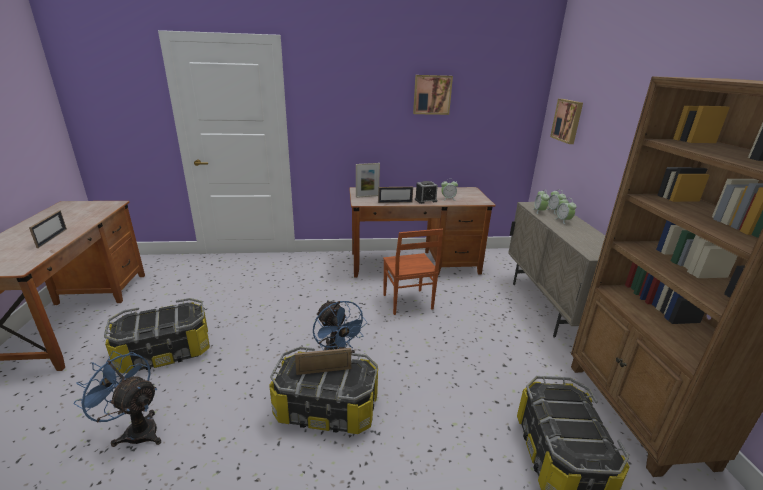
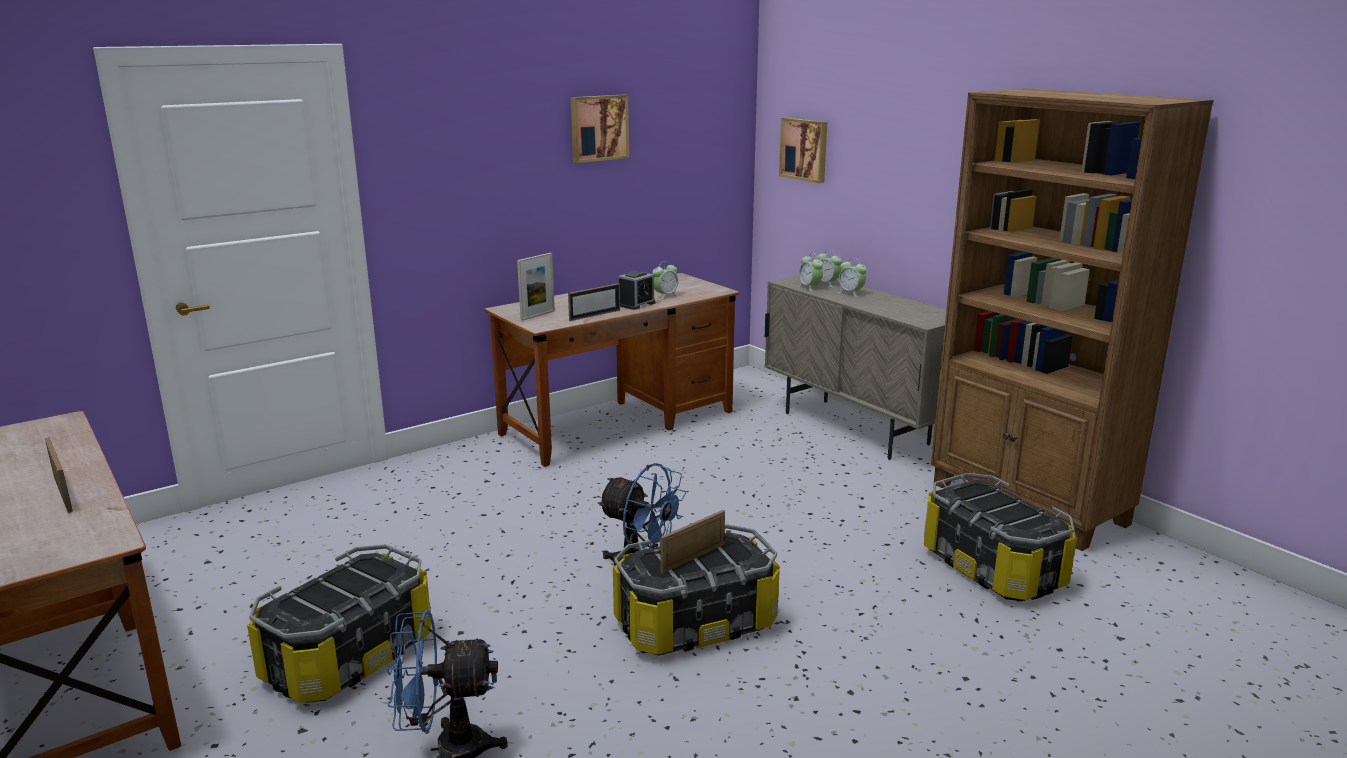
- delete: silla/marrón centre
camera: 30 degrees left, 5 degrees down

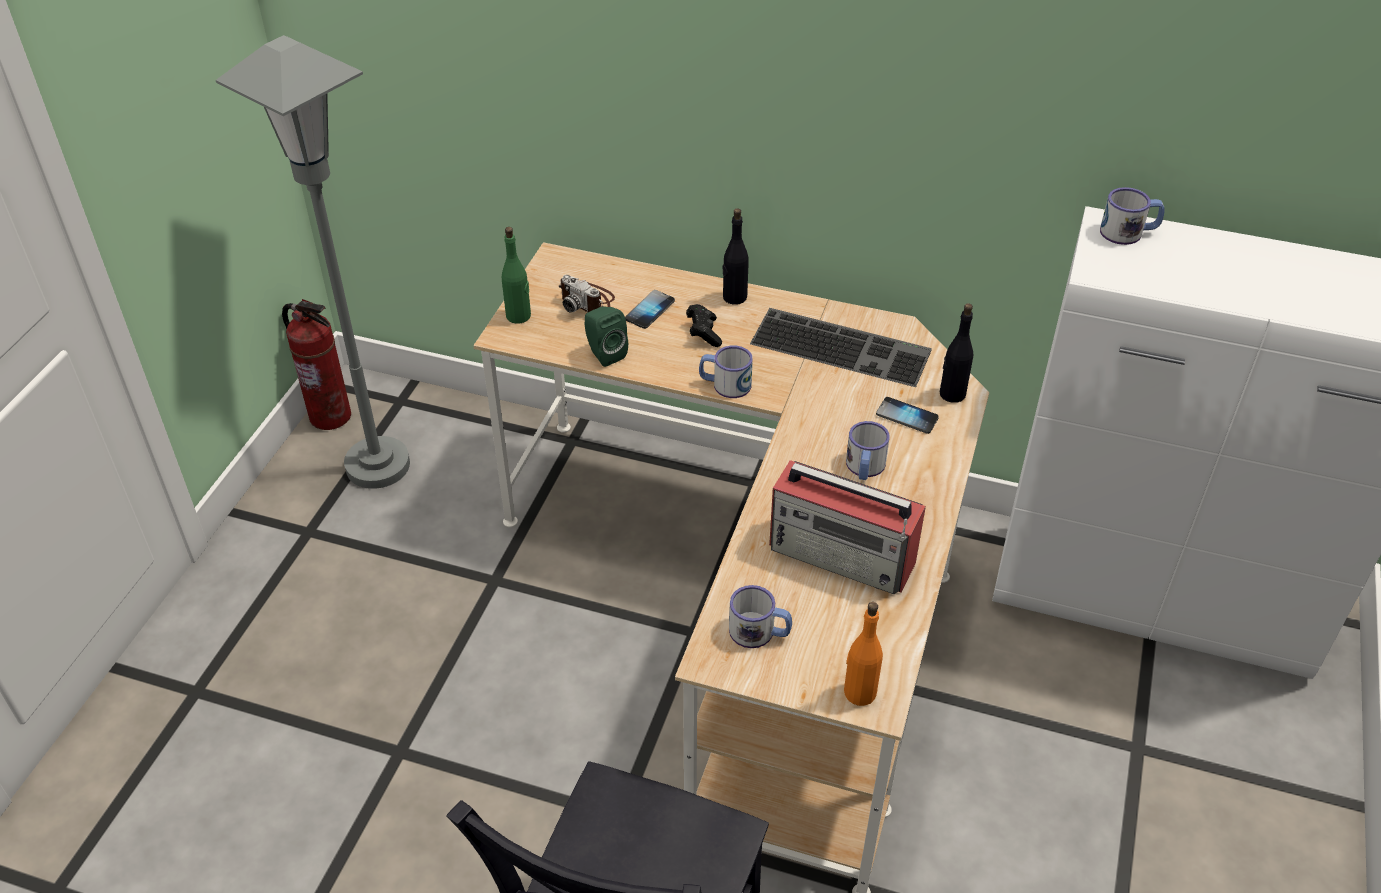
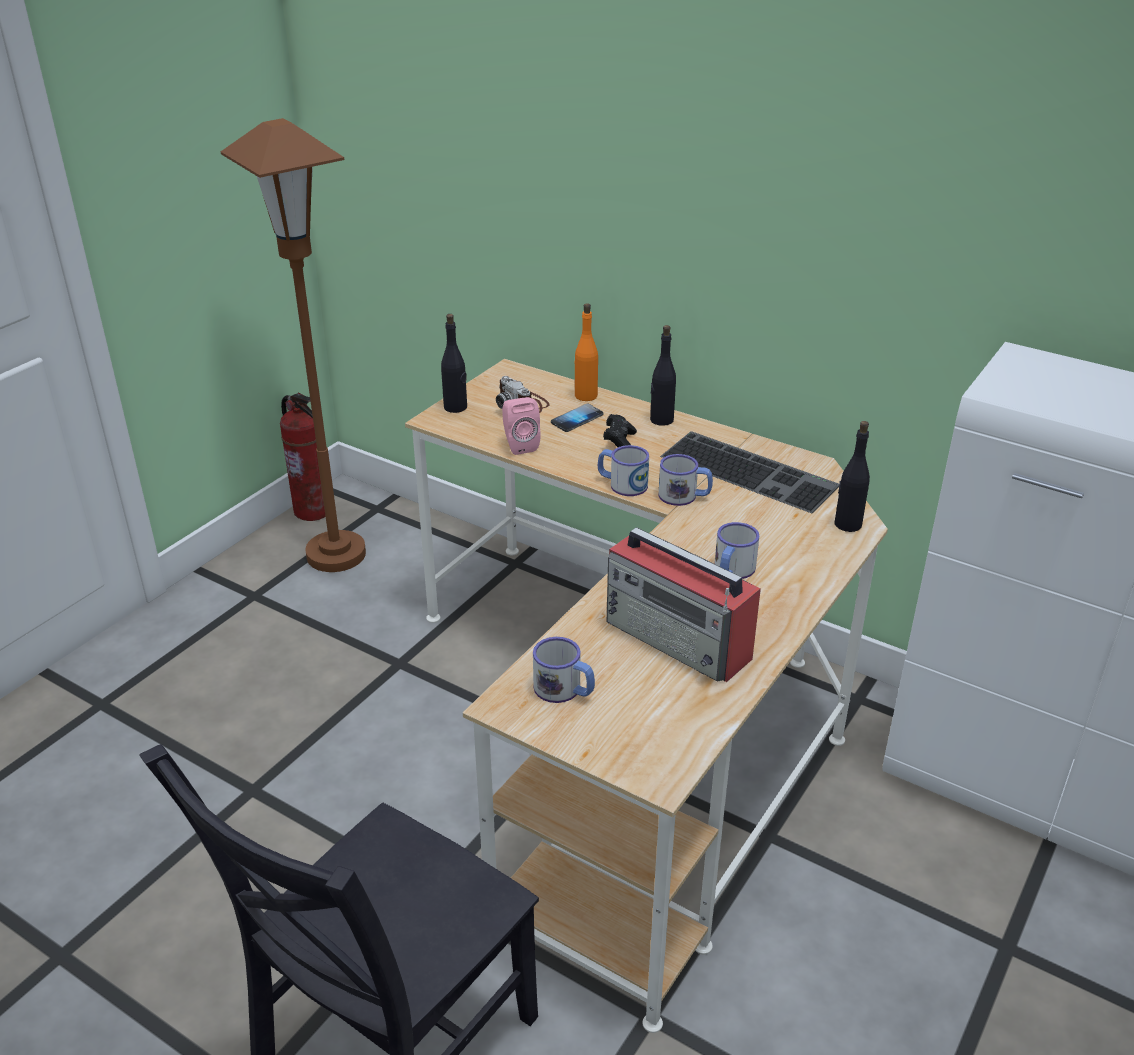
- delete: móvil (2nd from left) centre
- move: botella/naranja bottom centre to centre
- move: taza grande (4th from left in the first image) top right to taza grande (3rd from left) centre
- recolor: lámpara de pie/gris top left to lámpara de pie/marrón top left
- recolor: botella/verde top centre to botella/negro (1st from left) centre
- recolor: altavoz/verde centre to altavoz/rosa centre
camera: 15 degrees right, 10 degrees down

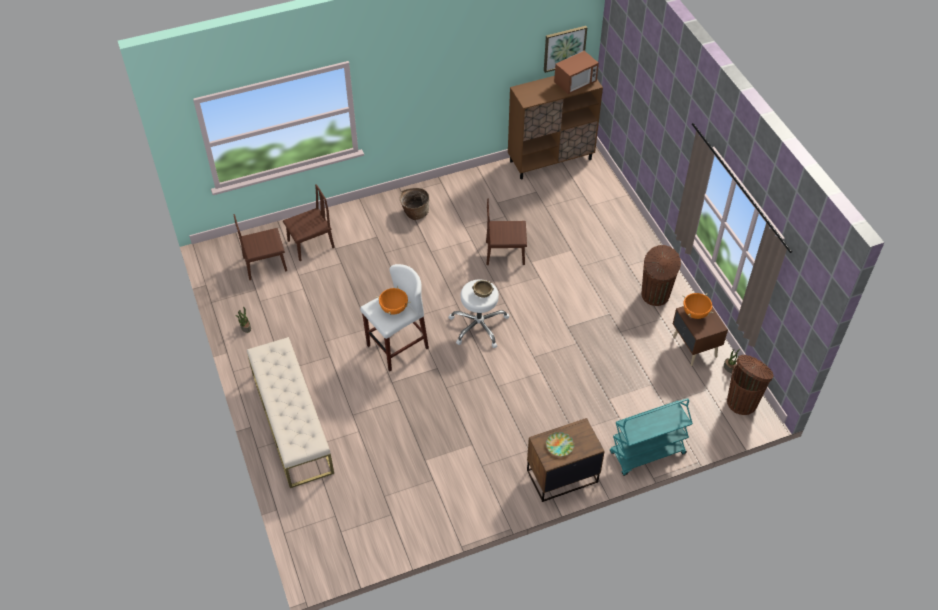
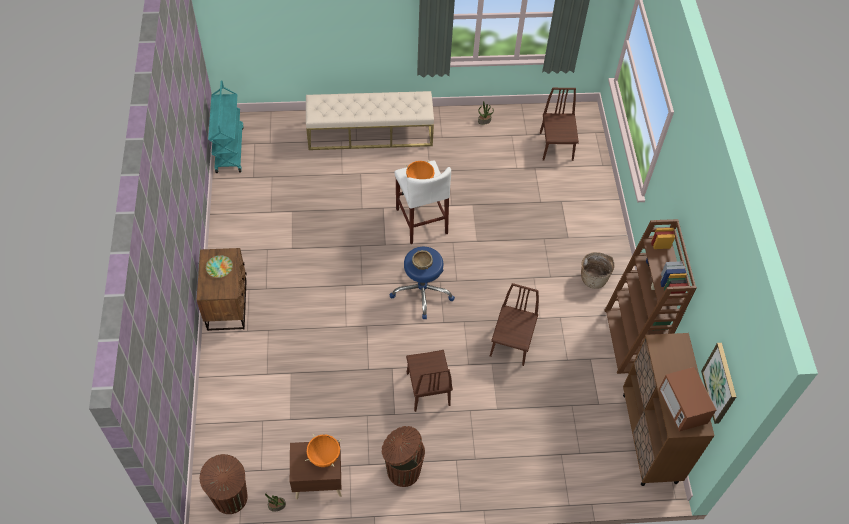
- insert: estantería/marrón middle right
- move: silla/marrón (2nd from left in the first image) middle left to silla/marrón (1st from left) bottom centre
- move: carrito/turquesa bottom right to top left
- recolor: taburete/blanco (2nd from left) centre to taburete/azul centre
camera: 105 degrees right, 5 degrees up

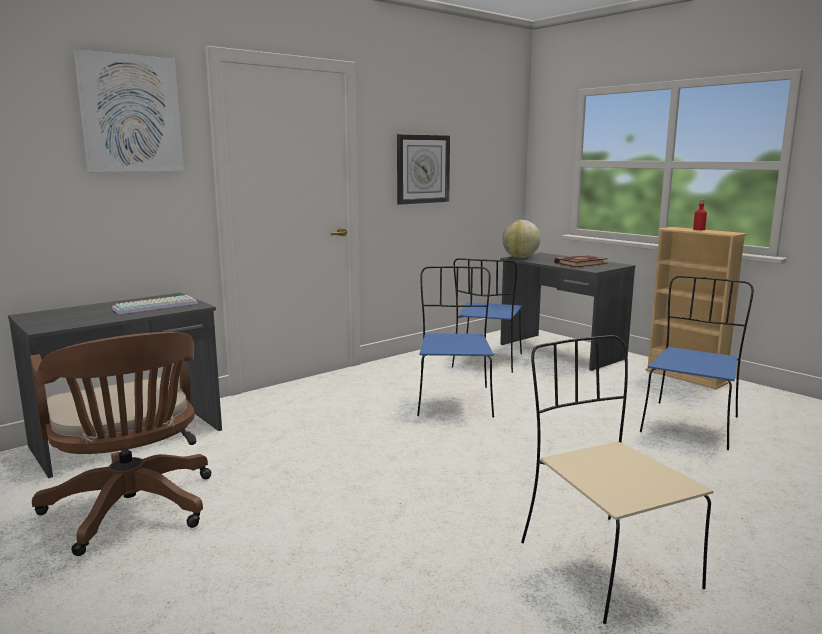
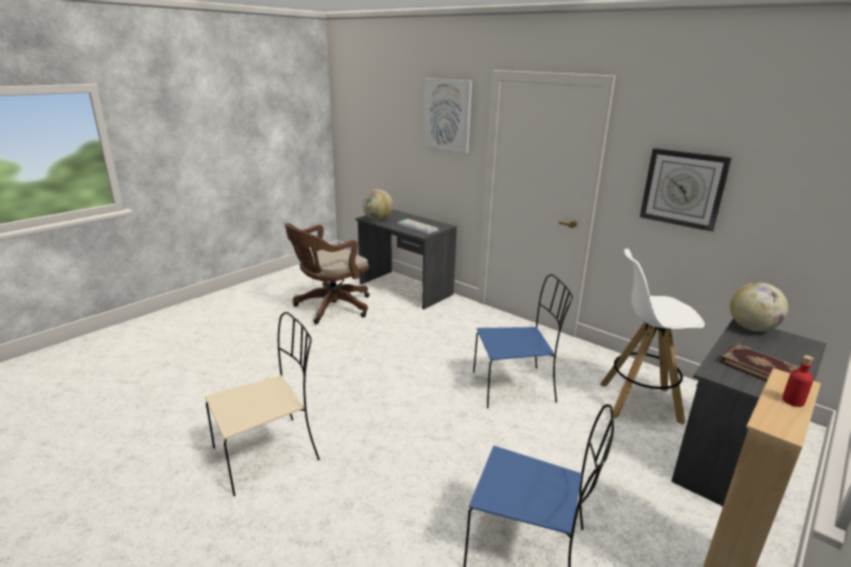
- insert: globo terráqueo (1st from left) centre
- replace: silla/azul (2nd from left) centre to taburete/blanco middle right
camera: 80 degrees right, 10 degrees up

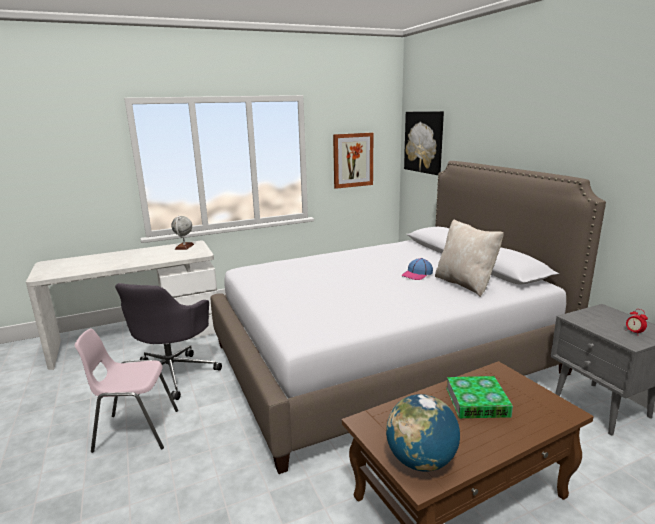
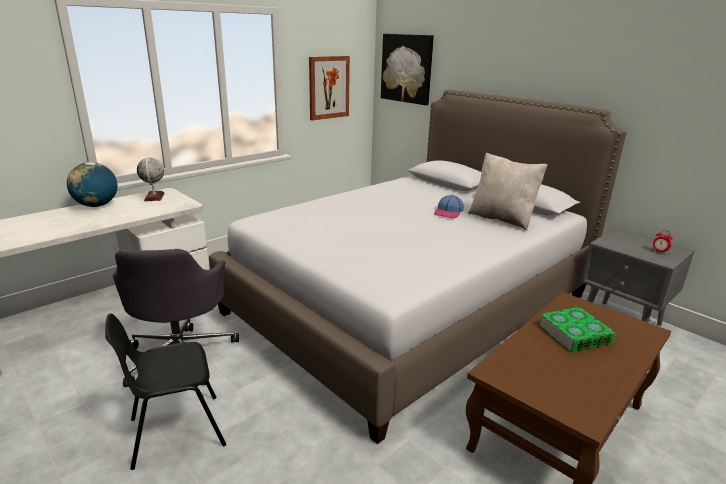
- move: globo terráqueo (2nd from left in the first image) bottom centre to globo terráqueo (1st from left) middle left
- recolor: silla/rosa bottom left to silla/negro bottom left
camera: 20 degrees left, 5 degrees up

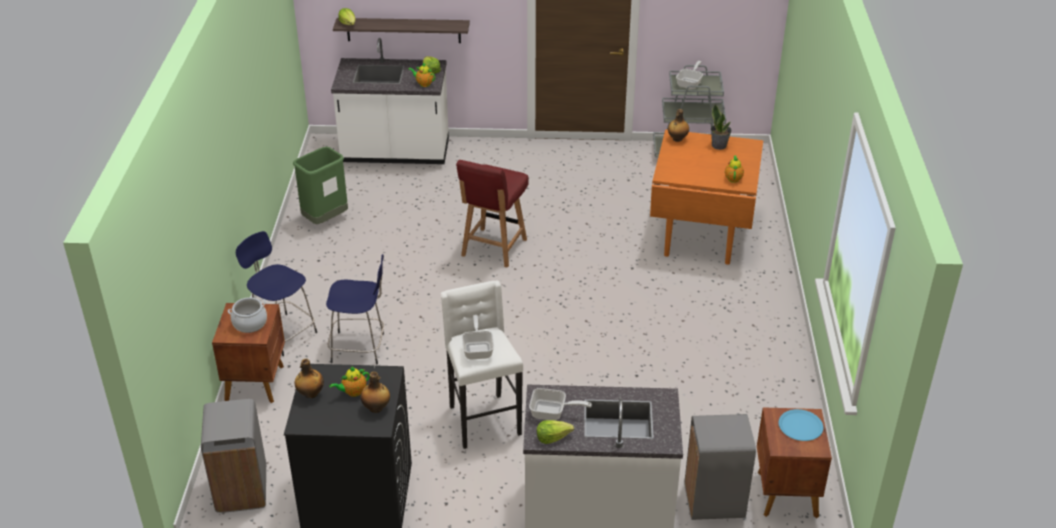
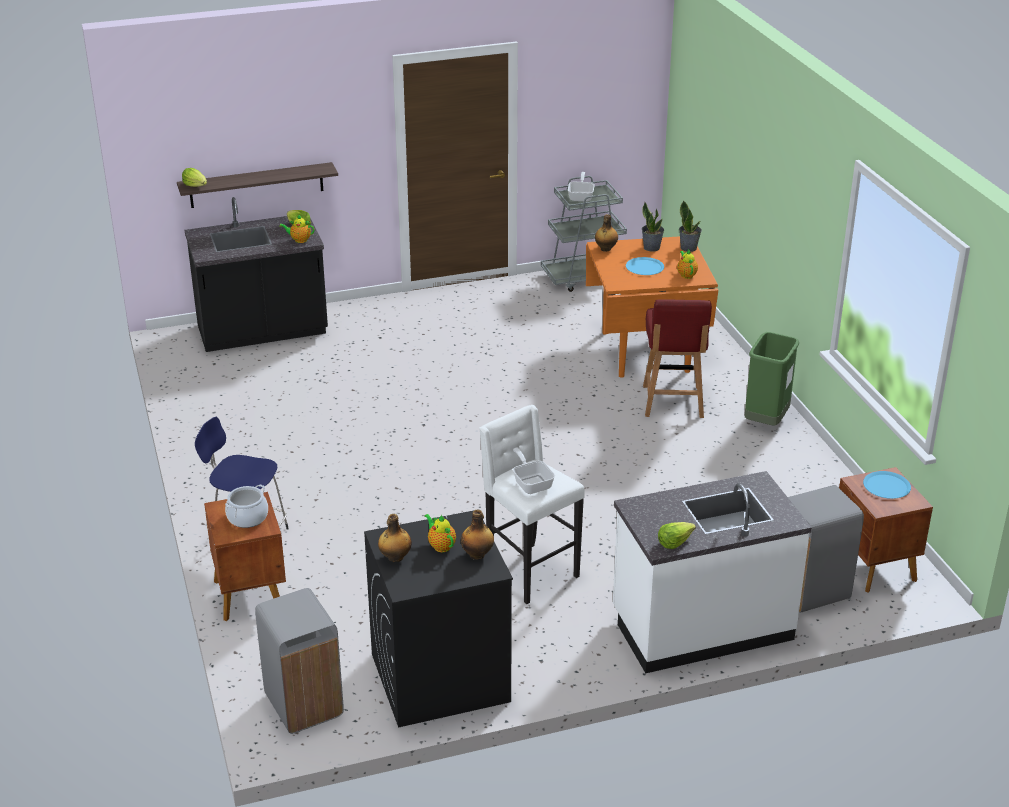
- delete: taburete/azul (2nd from left) centre
- delete: sartén (2nd from left) bottom centre
- insert: plato/azul (1st from left) top centre
- insert: planta en maceta (2nd from left) top right
- move: papelera/verde middle left to middle right
- move: silla/rojo centre to middle right
- recolor: mueble bajo de cocina/blanco (1st from left) top centre to mueble bajo de cocina/negro middle left
- rotate: tetera (1st from left in the first image) bottom left = centre 105 degrees clockwise
camera: 20 degrees left, 5 degrees down

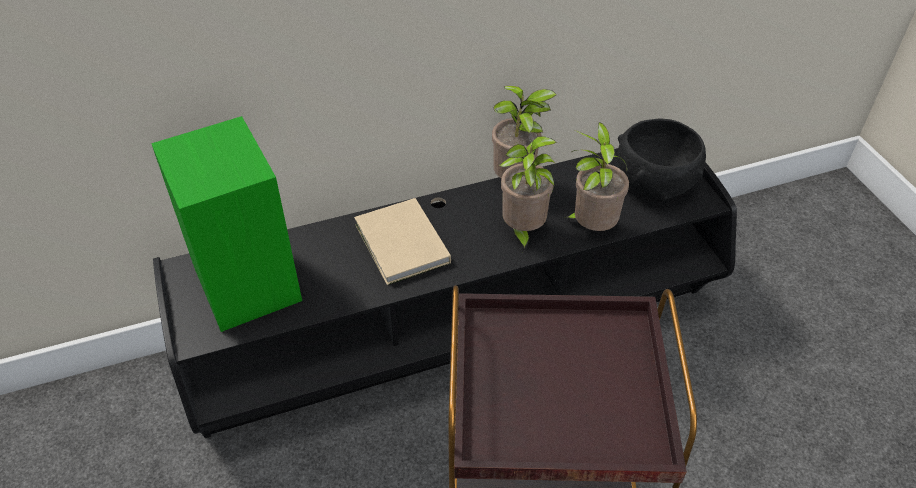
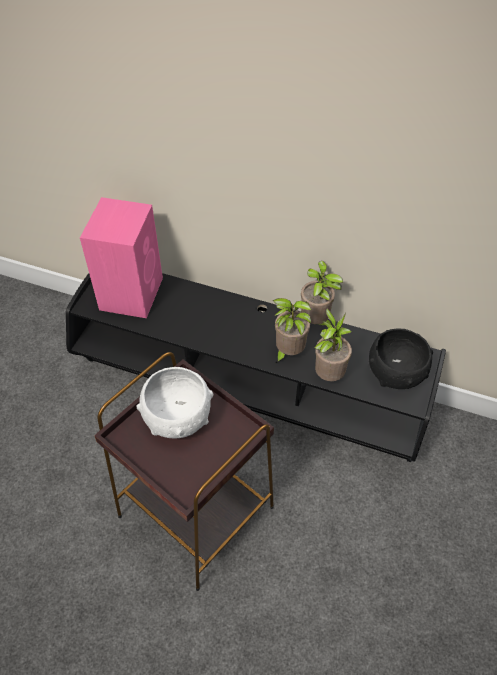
- delete: libro/beis centre
- insert: cuenco/blanco centre
- recolor: altavoz/verde middle left to altavoz/rosa middle left
camera: 40 degrees right, 5 degrees up

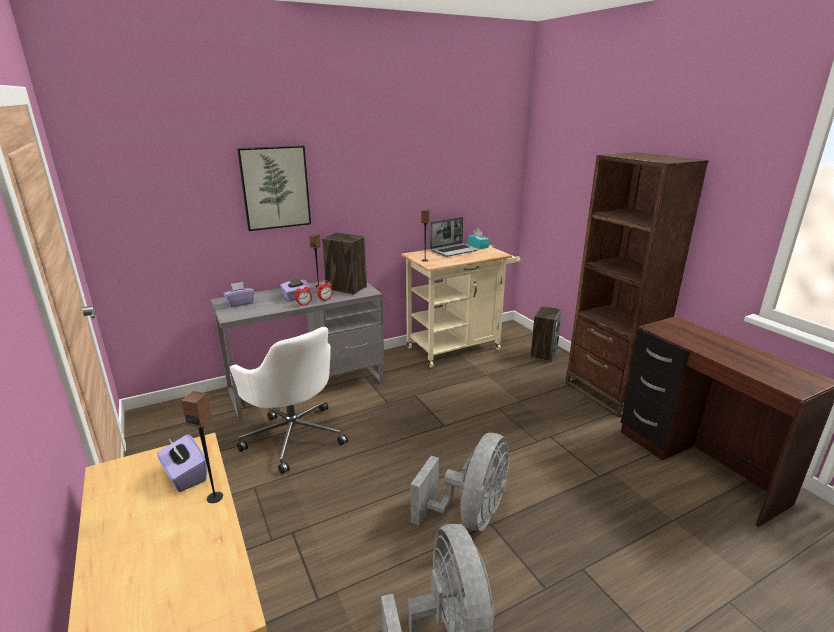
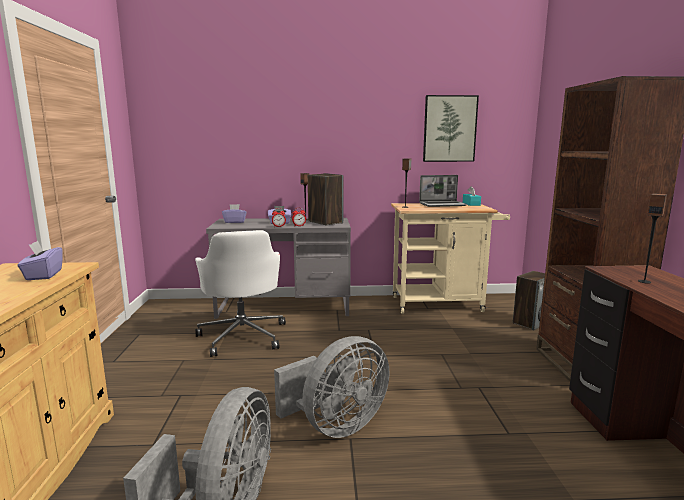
- move: altavoz (1st from left in the first image) bottom left to altavoz (5th from left) middle right
- move: cuadro top left to top centre
camera: 25 degrees right, 10 degrees down

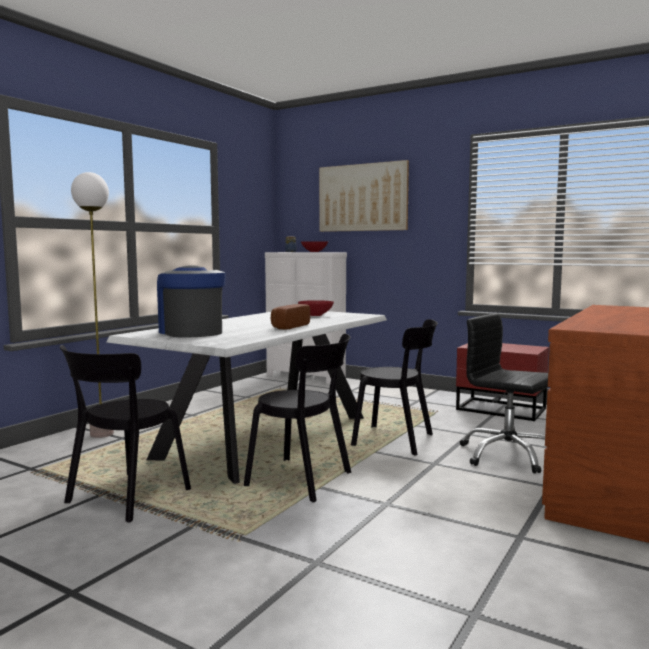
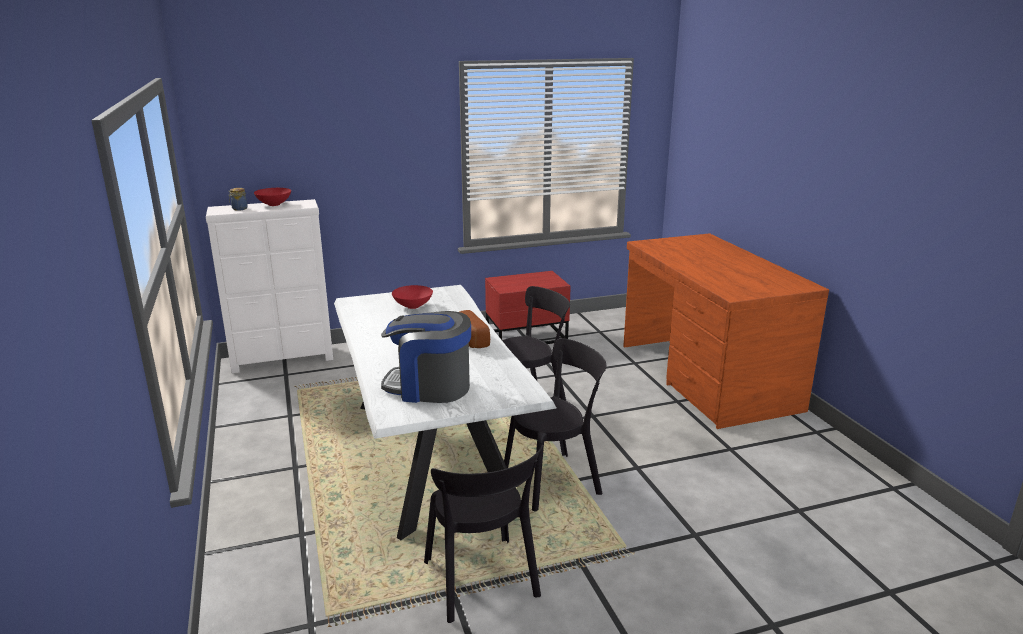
- delete: lámpara de pie middle left
- delete: cuadro top centre
- delete: silla de oficina/negro middle right
camera: 50 degrees left, 15 degrees up

